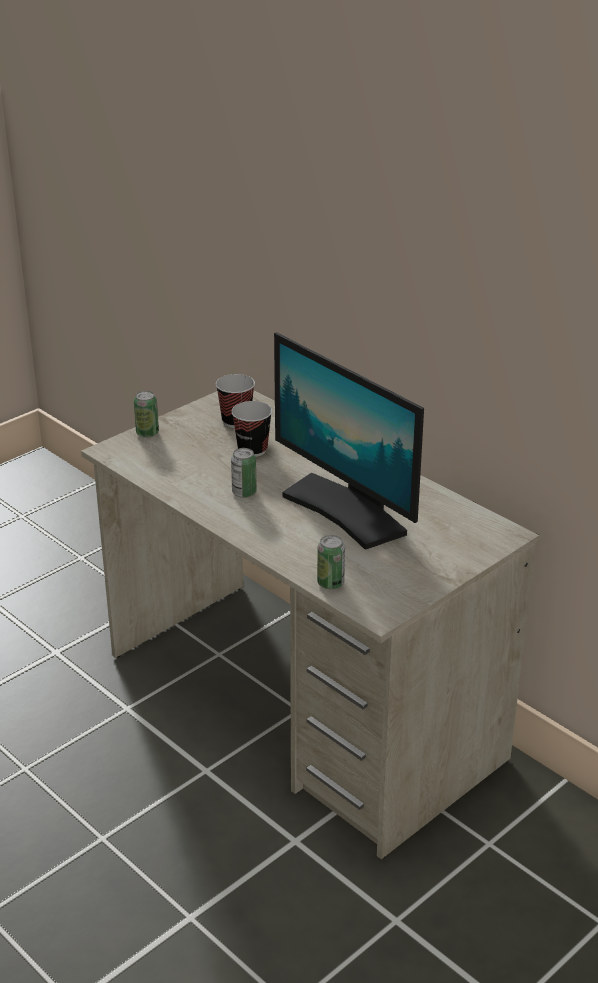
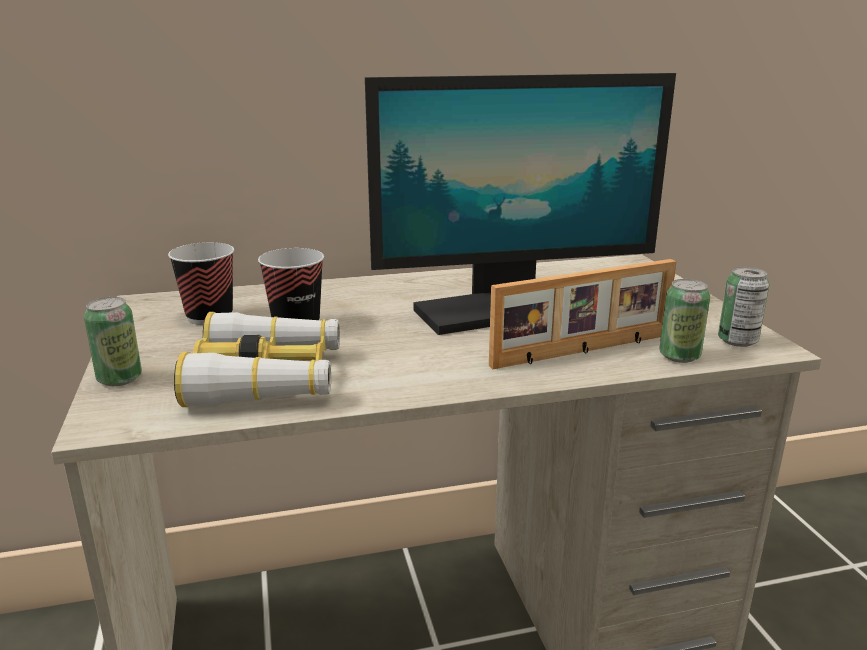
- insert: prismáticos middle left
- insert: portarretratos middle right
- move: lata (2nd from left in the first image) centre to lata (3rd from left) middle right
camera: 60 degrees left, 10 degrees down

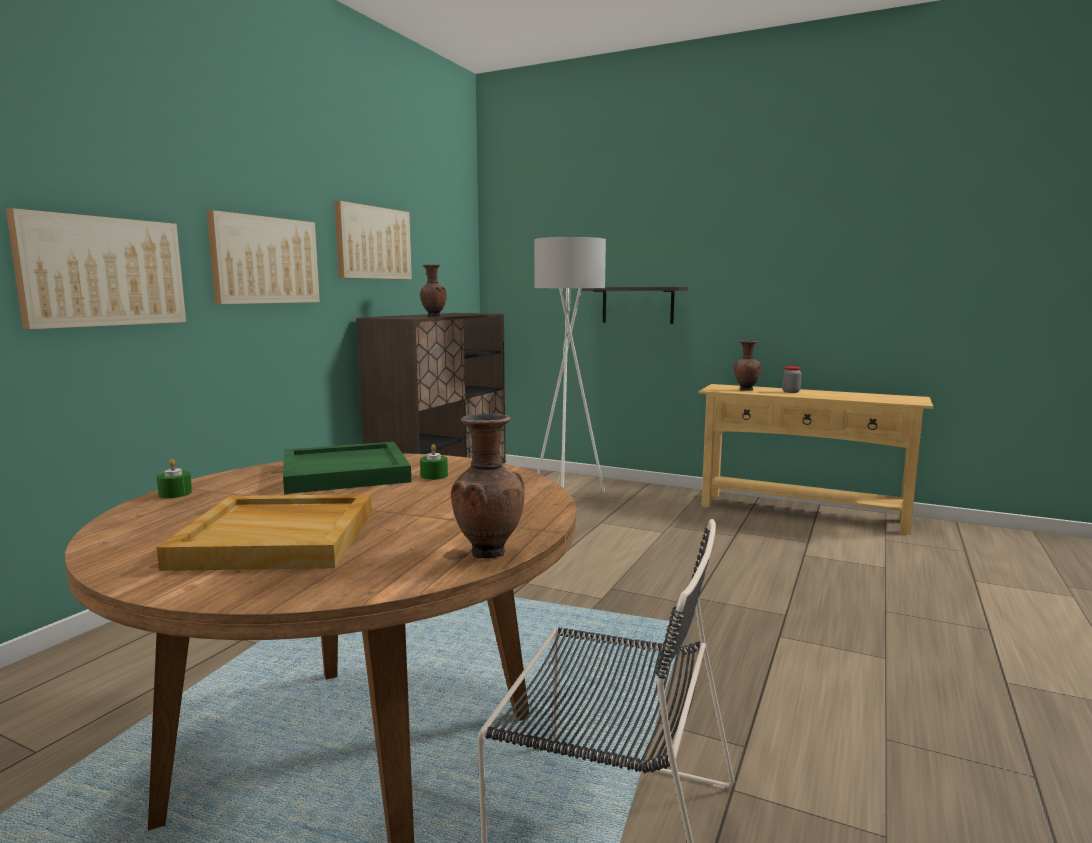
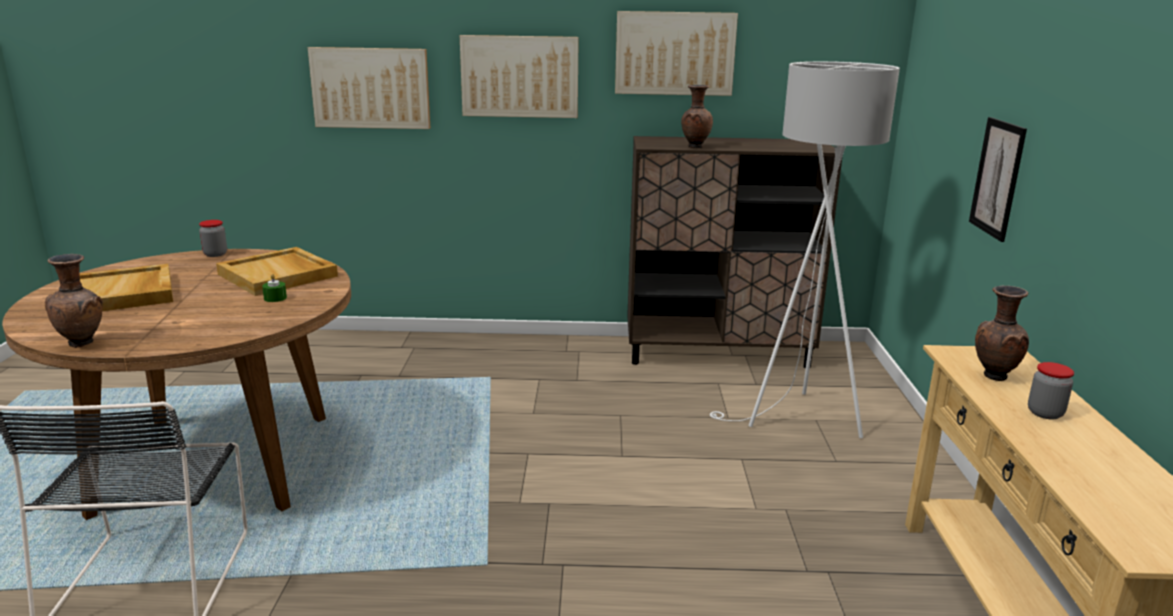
- replace: vela/verde (1st from left) middle left to tarro (1st from left) middle left
- replace: estante centre to cuadro (4th from left) top right
- recolor: bandeja/verde middle left to bandeja/beis (2nd from left) middle left
camera: 65 degrees right, 10 degrees up

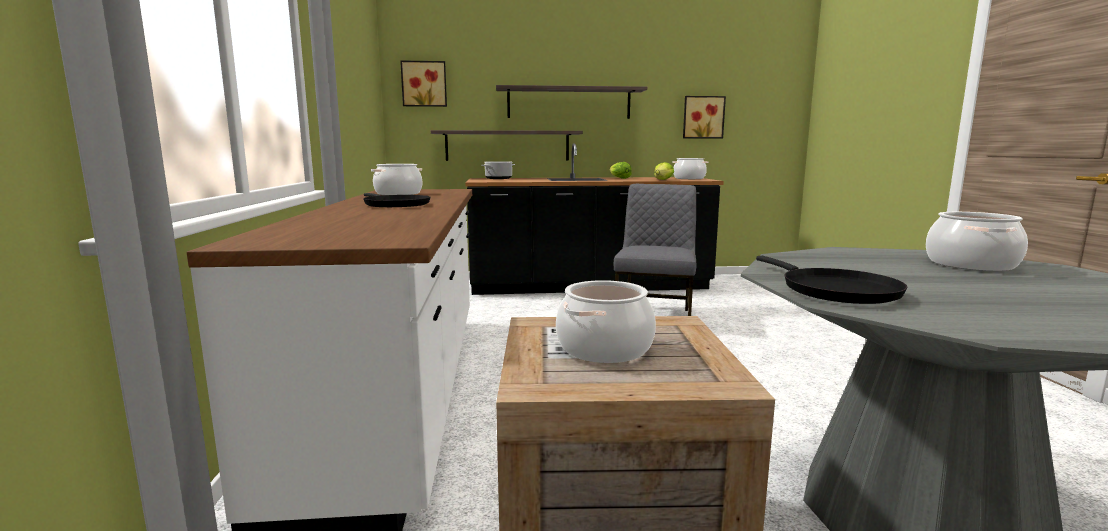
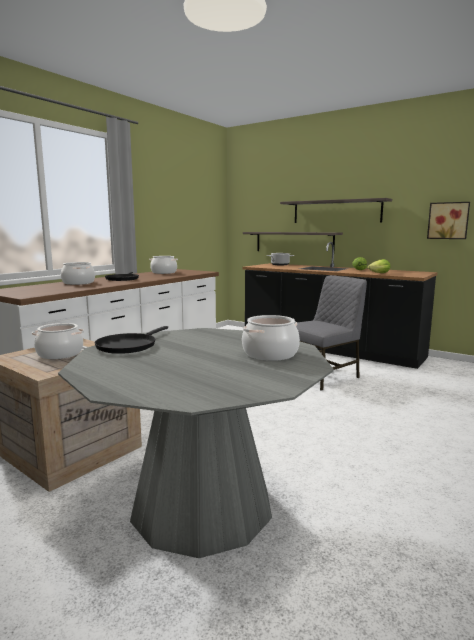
- delete: cuadro (1st from left) top centre
- move: olla (4th from left in the first image) top centre to olla (2nd from left) middle left
camera: 40 degrees right, 0 degrees up

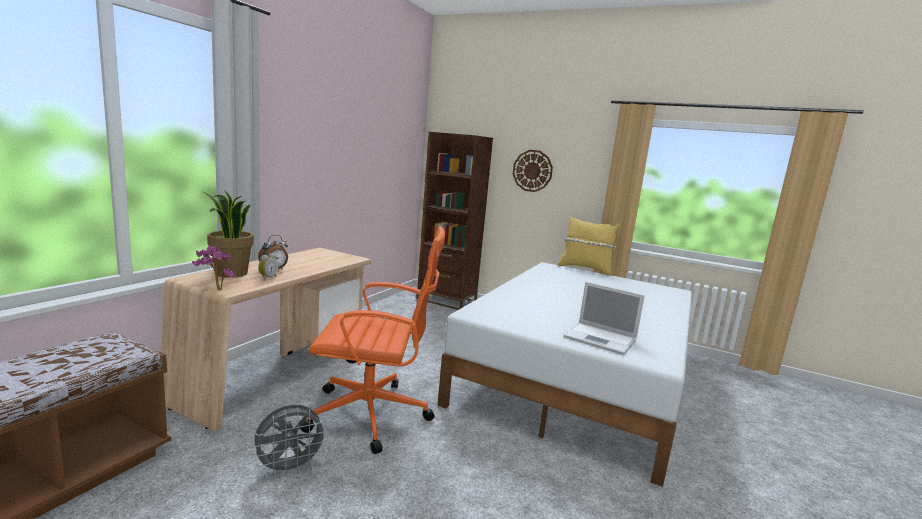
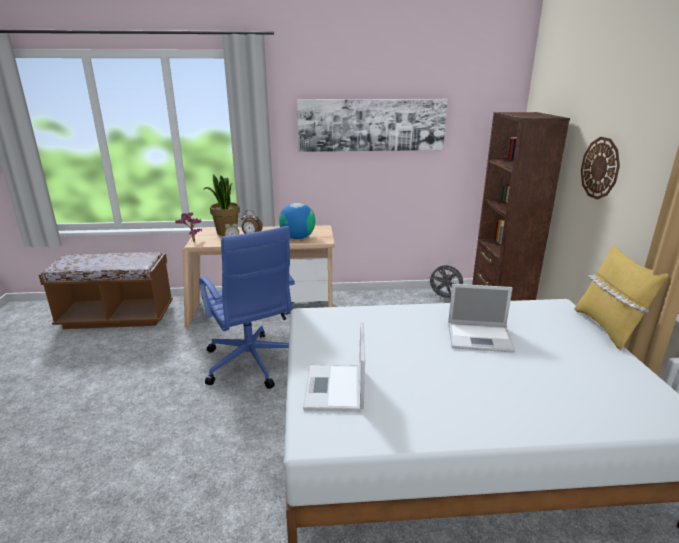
- insert: globo terráqueo centre
- insert: cuadro top centre
- insert: portátil (2nd from left) middle right
- move: ventilador/gris bottom left to centre
- recolor: silla de oficina/naranja centre to silla de oficina/azul centre
camera: 60 degrees right, 10 degrees up

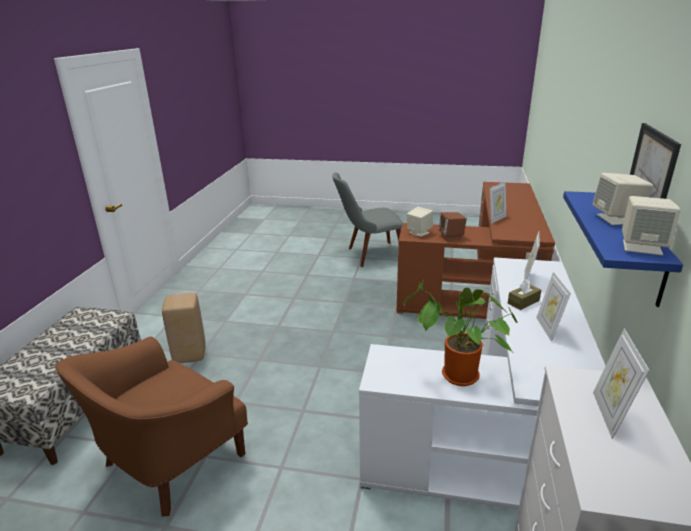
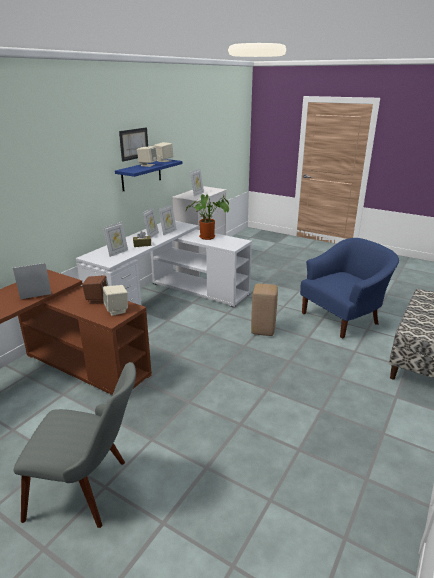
- insert: portarretratos (4th from left) centre
- move: taburete/beis middle left to centre
- recolor: sillón/marrón bottom left to sillón/azul middle right
camera: 160 degrees left, 0 degrees up

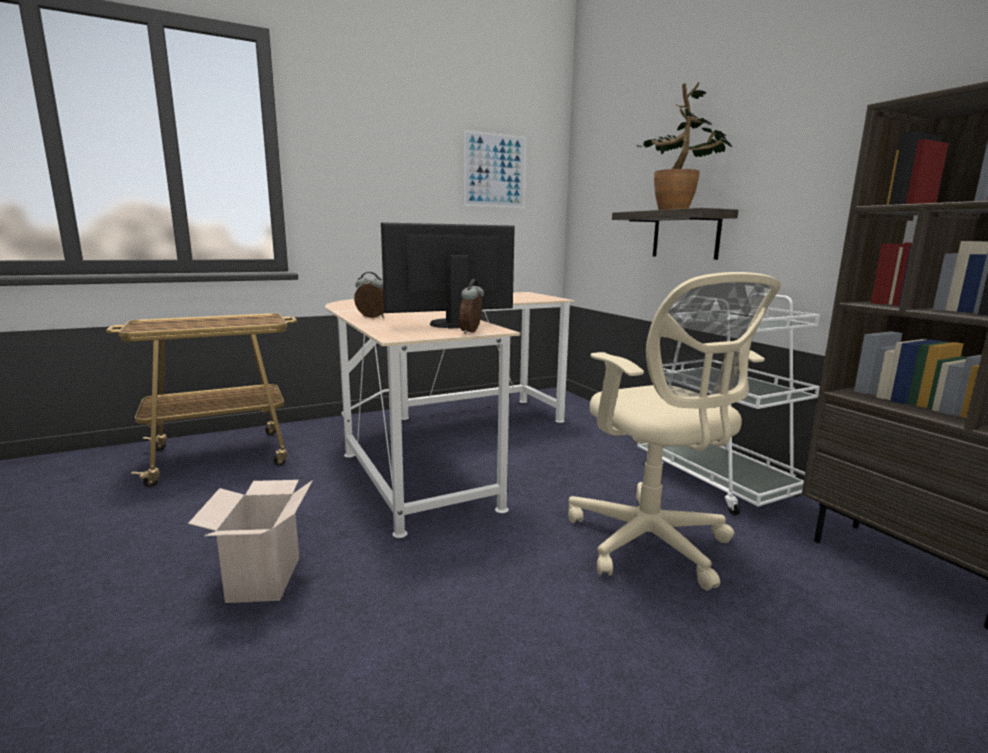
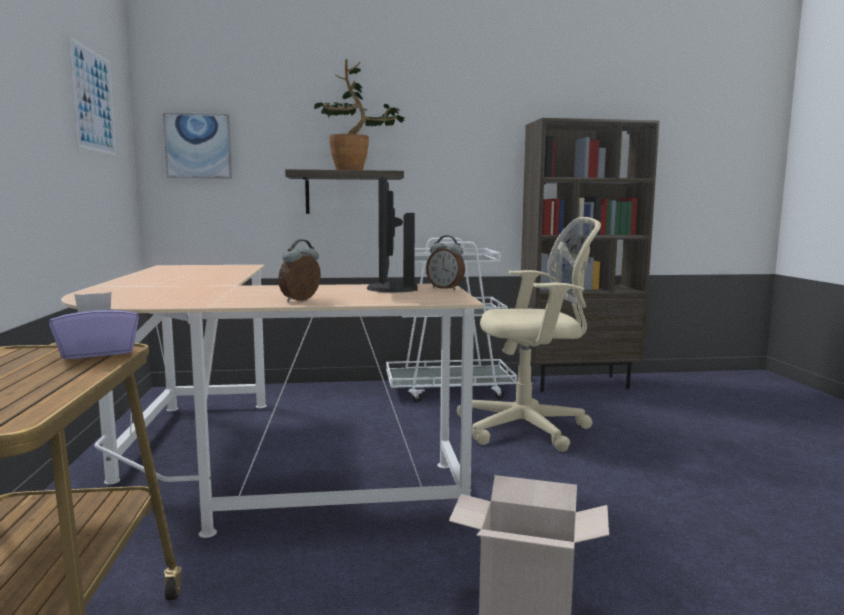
- insert: caja de pañuelos/morado middle left
- insert: cuadro (2nd from left) top left
camera: 70 degrees left, 5 degrees down

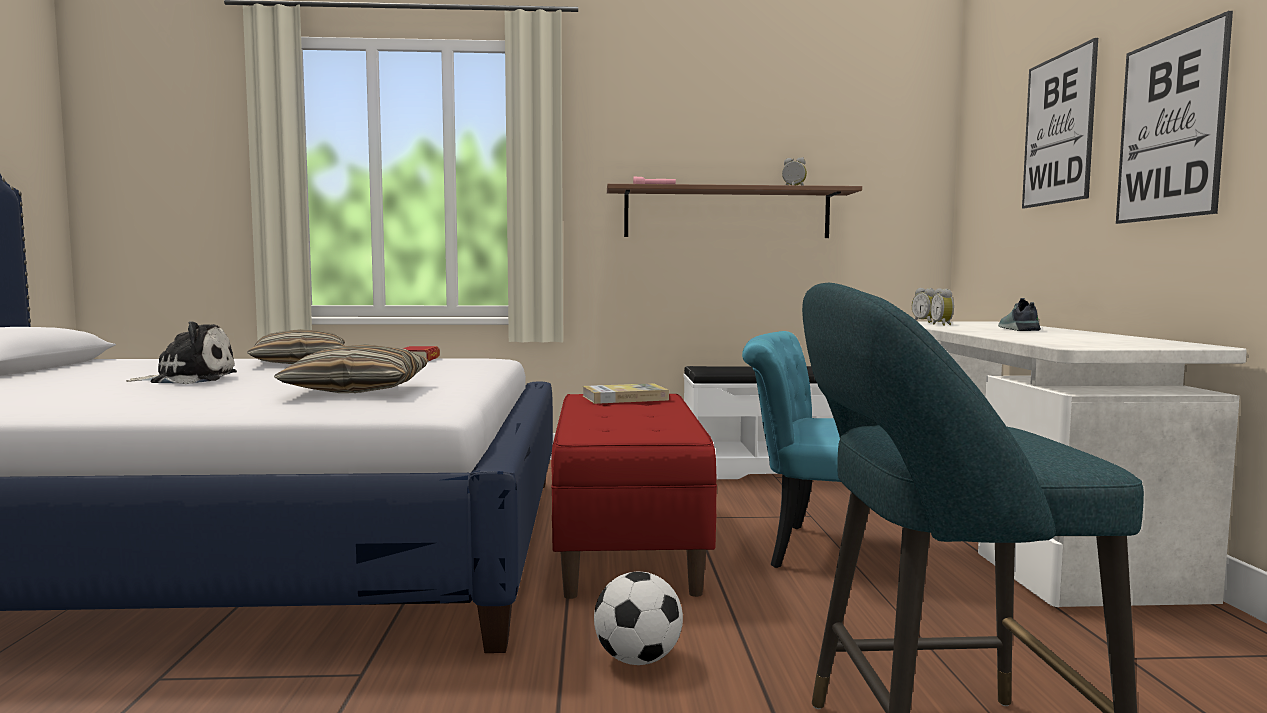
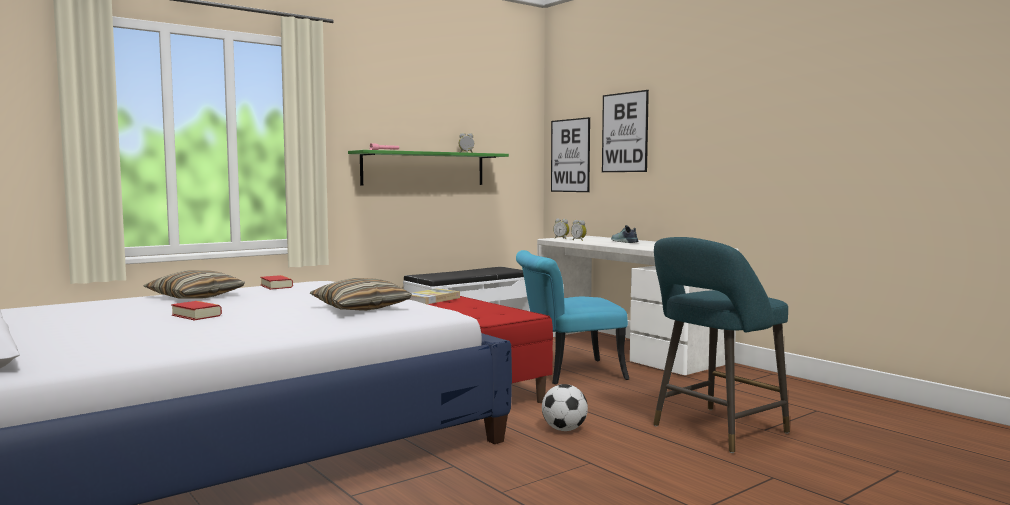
- move: cuadro (2nd from left in the first image) top right to cuadro (1st from left) top centre
- replace: peluche middle left to libro (1st from left) middle left
- recolor: estante/marrón top centre to estante/verde top centre
camera: 35 degrees left, 0 degrees up

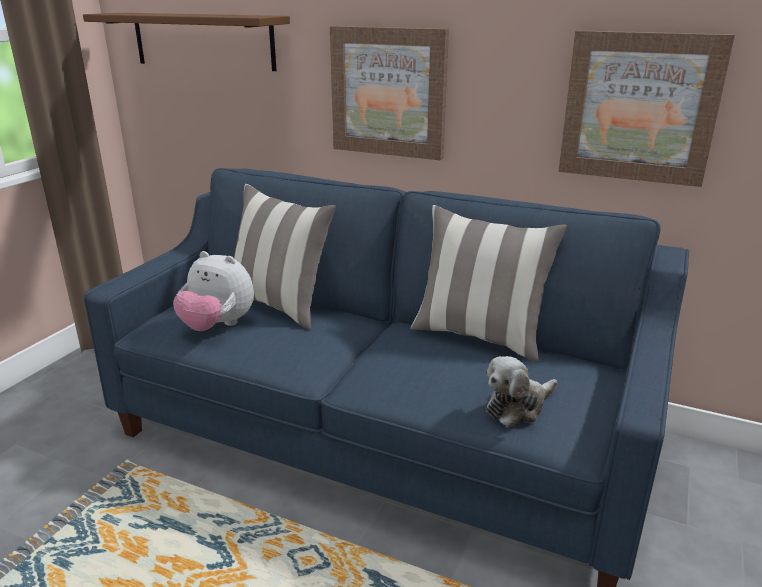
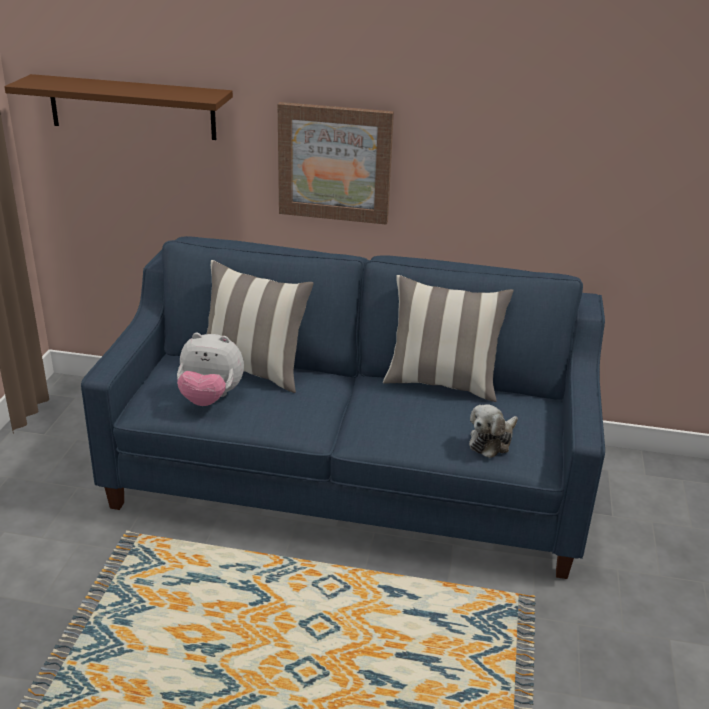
- delete: cuadro (2nd from left) top right
camera: 15 degrees left, 5 degrees up

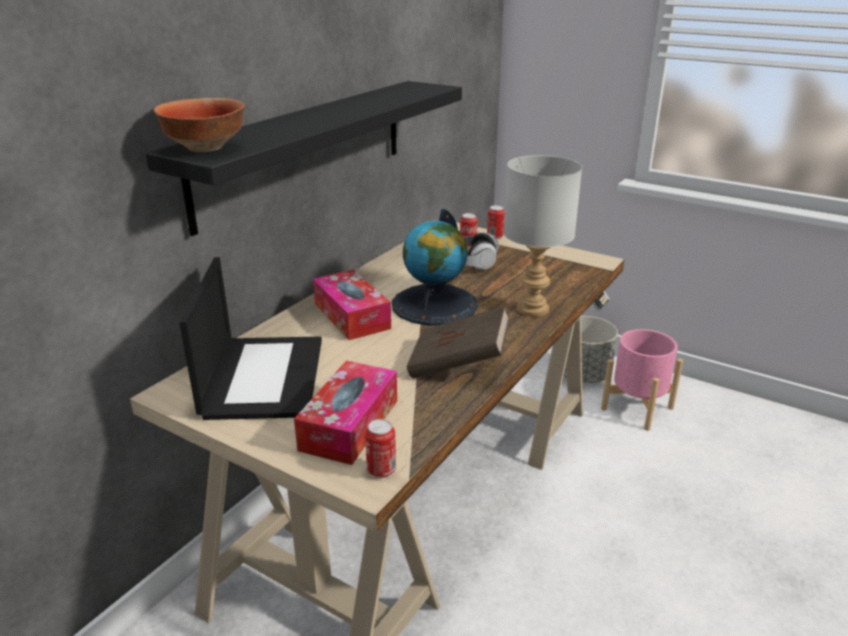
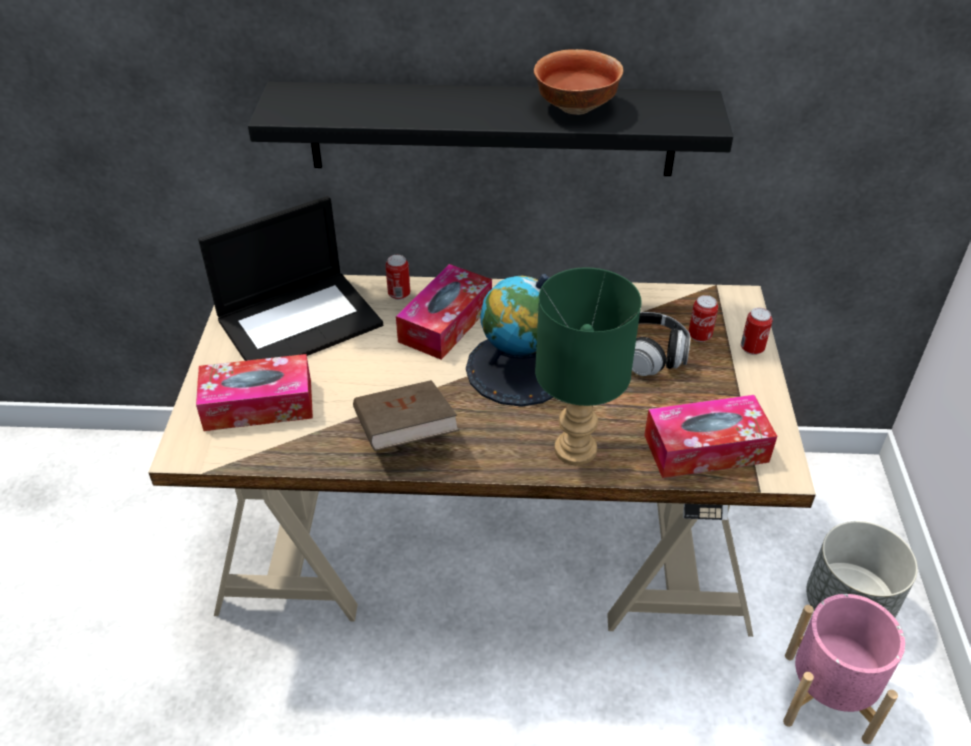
- insert: caja de pañuelos (3rd from left) middle right
- move: cuenco top left to top centre
- move: lata (1st from left) bottom centre to centre
- recolor: lámpara de mesa/gris centre to lámpara de mesa/verde centre
camera: 60 degrees right, 15 degrees up

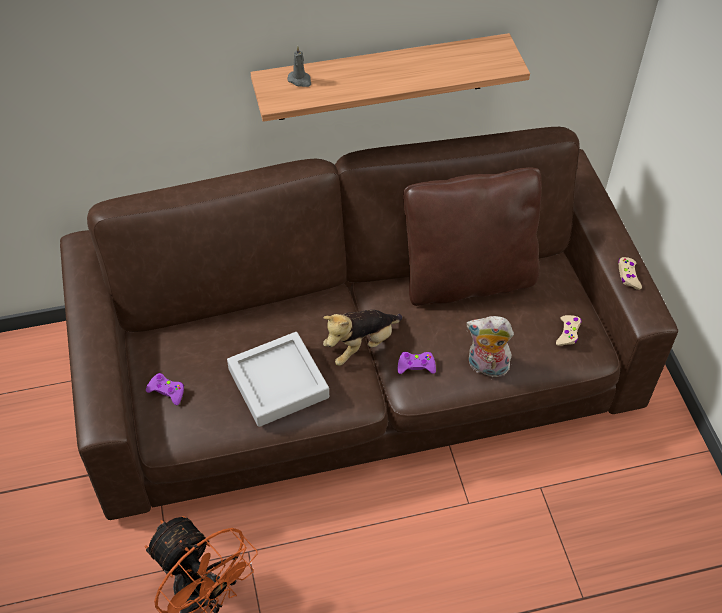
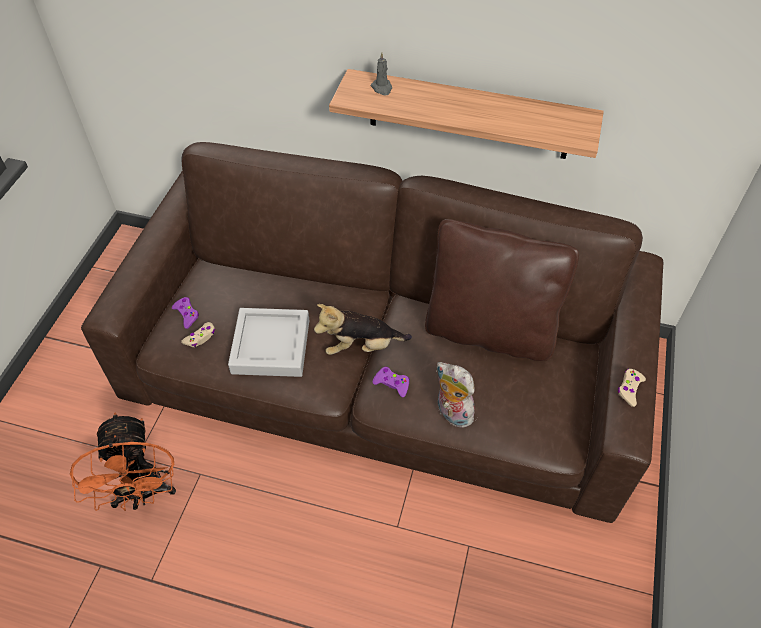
- move: mando de consola/beis (1st from left) middle right to middle left
camera: 30 degrees right, 0 degrees up

